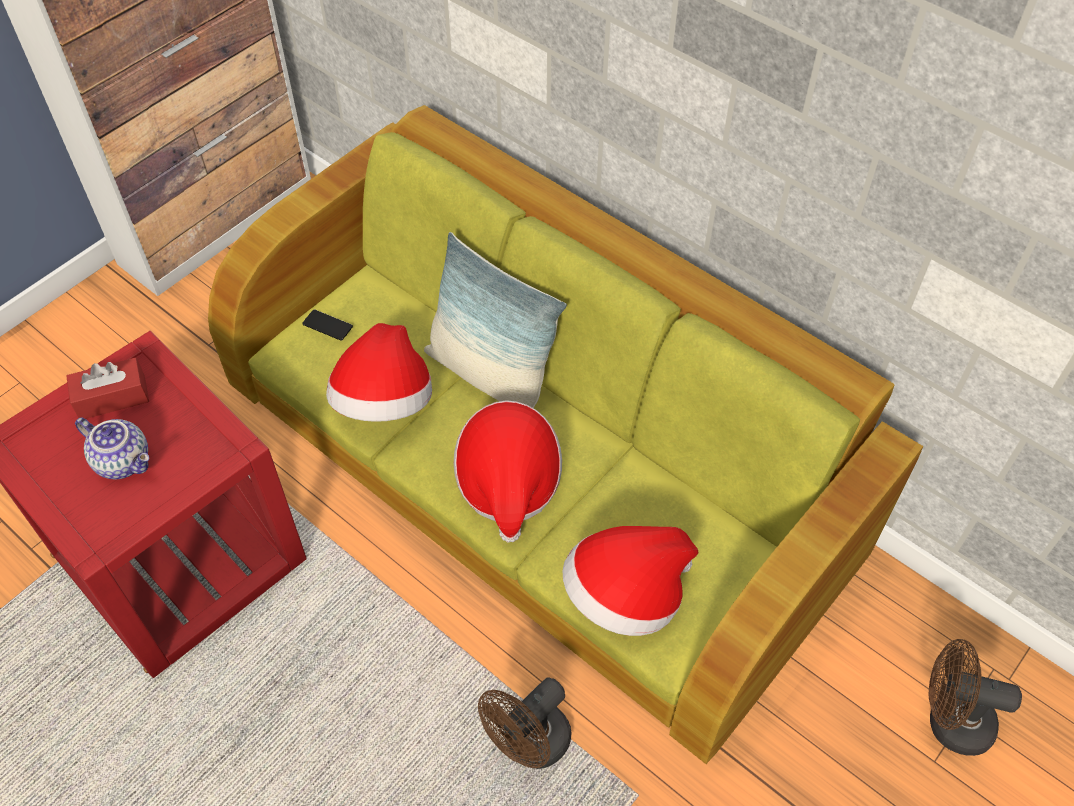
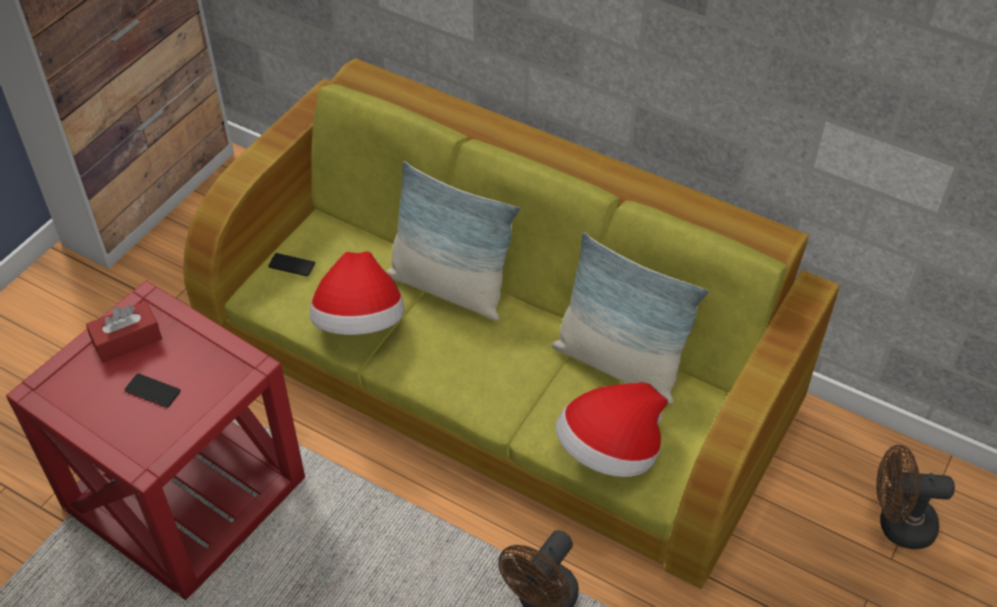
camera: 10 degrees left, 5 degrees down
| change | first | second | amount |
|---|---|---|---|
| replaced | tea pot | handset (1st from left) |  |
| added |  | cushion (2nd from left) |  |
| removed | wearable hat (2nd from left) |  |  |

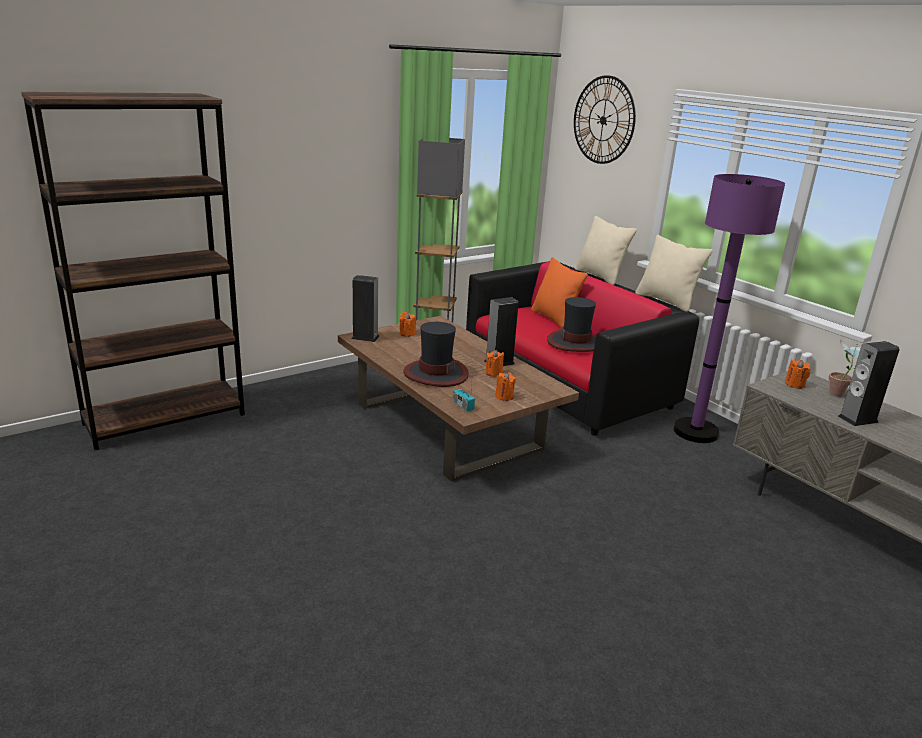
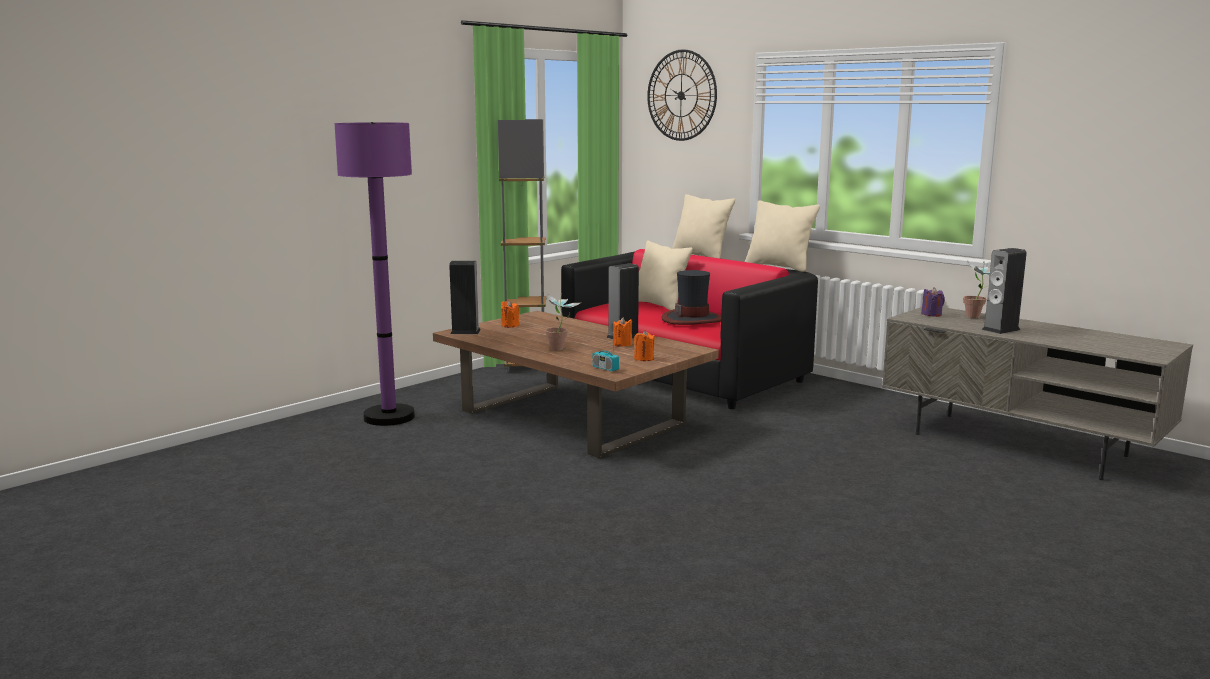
camera: 10 degrees left, 10 degrees down
| change | first | second | amount |
|---|---|---|---|
| moved | purplish floor lamp |  |  |
| replaced | wearable hat (1st from left) | houseplant (1st from left) |  |
| recoloured | orangey cushion | sand-coloured cushion (1st from left) |  |
| recoloured | orangey candle (4th from left) | purplish candle |  |
| removed | brownish shelving unit |  |  |

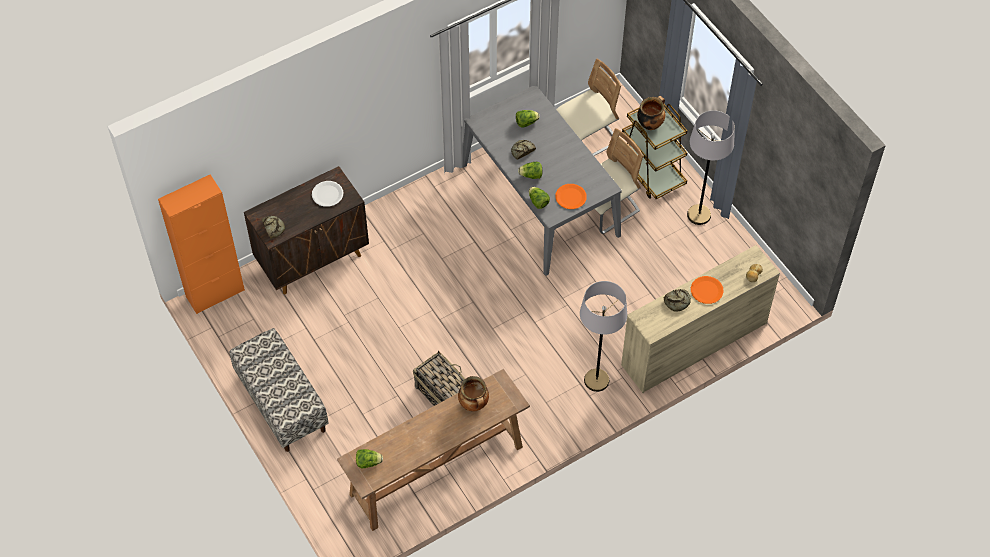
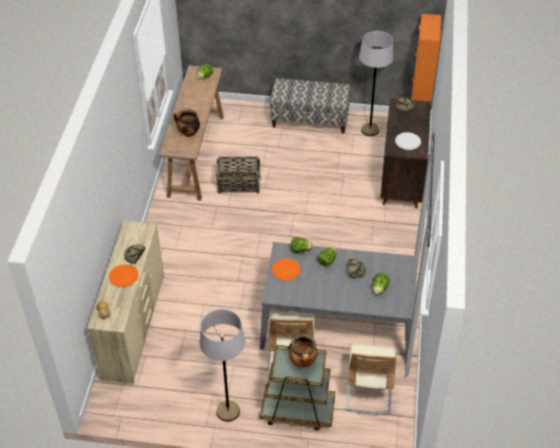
camera: 130 degrees right, 10 degrees down
| change | first | second | amount |
|---|---|---|---|
| moved | grey floor lamp (1st from left in the first image) | grey floor lamp (2nd from left) |  |

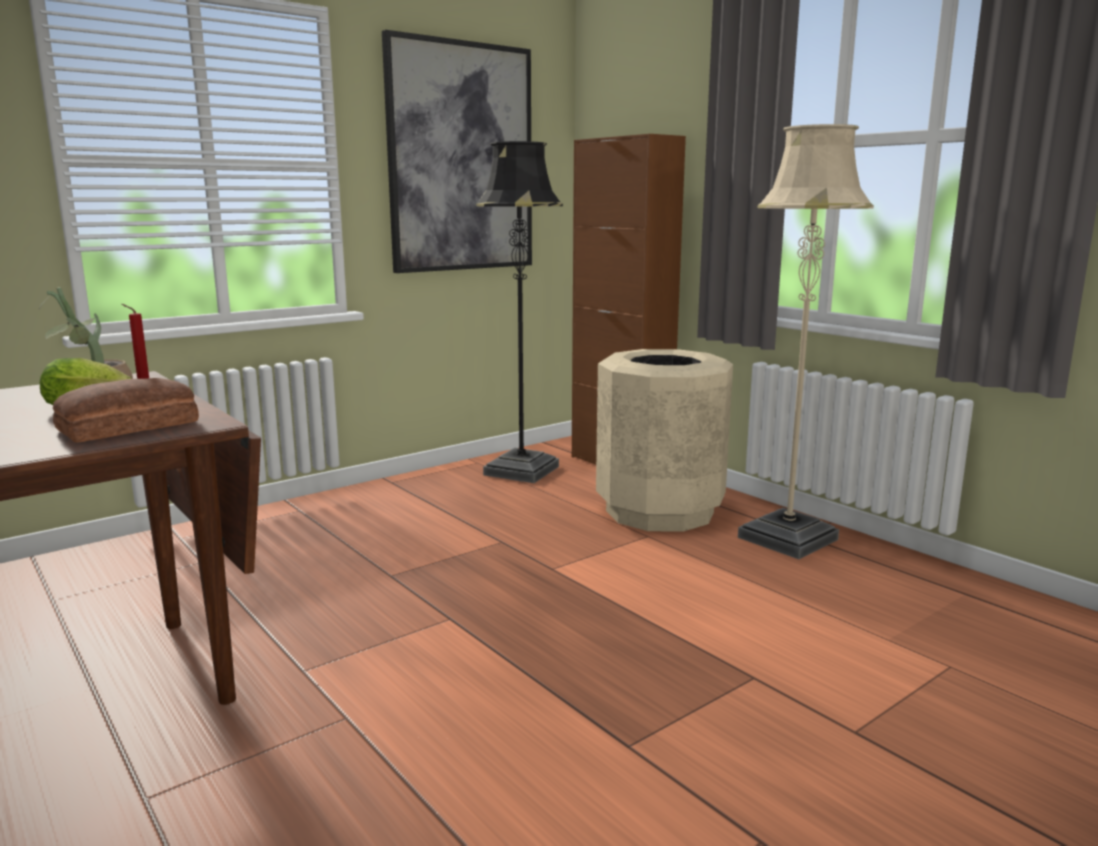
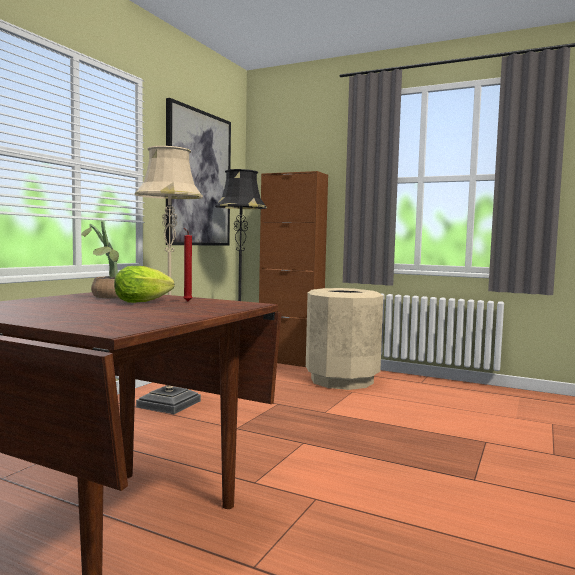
camera: 25 degrees left, 10 degrees down
| change | first | second | amount |
|---|---|---|---|
| moved | sand-coloured floor lamp |  |  |
| removed | bread |  |  |

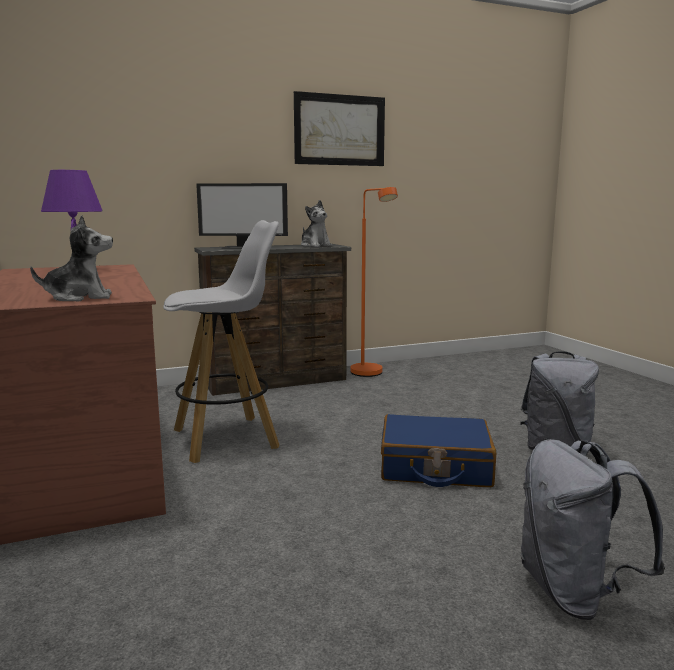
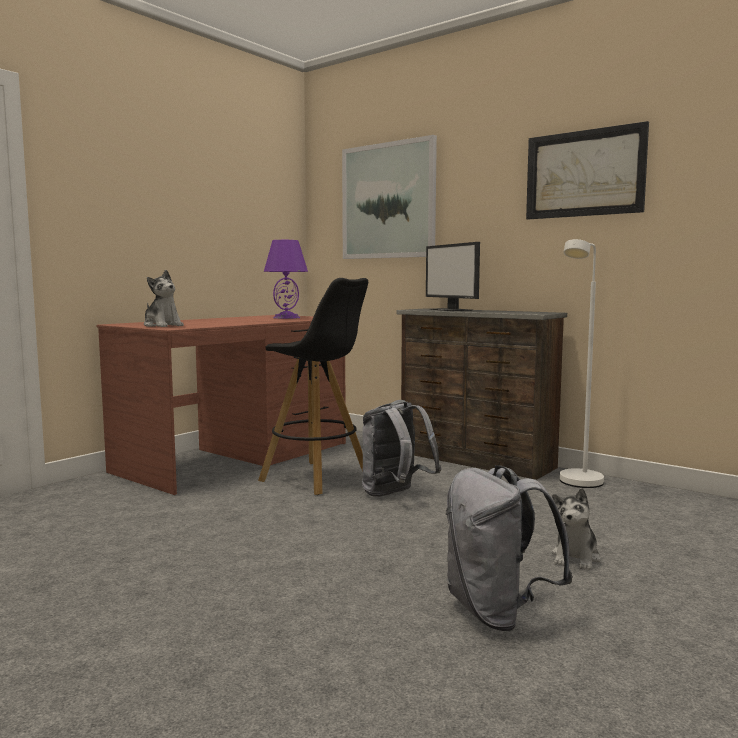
camera: 60 degrees right, 5 degrees down
| change | first | second | amount |
|---|---|---|---|
| recoloured | white sitting stool | blackish sitting stool |  |
| added |  | picture (1st from left) |  |
| moved | grey rucksack (2nd from left in the first image) | grey rucksack (1st from left) |  |
| moved | cuddly toy (2nd from left) |  |  |
| recoloured | orangey floor lamp | white floor lamp |  |
| removed | blue-coloured suitcase |  |  |

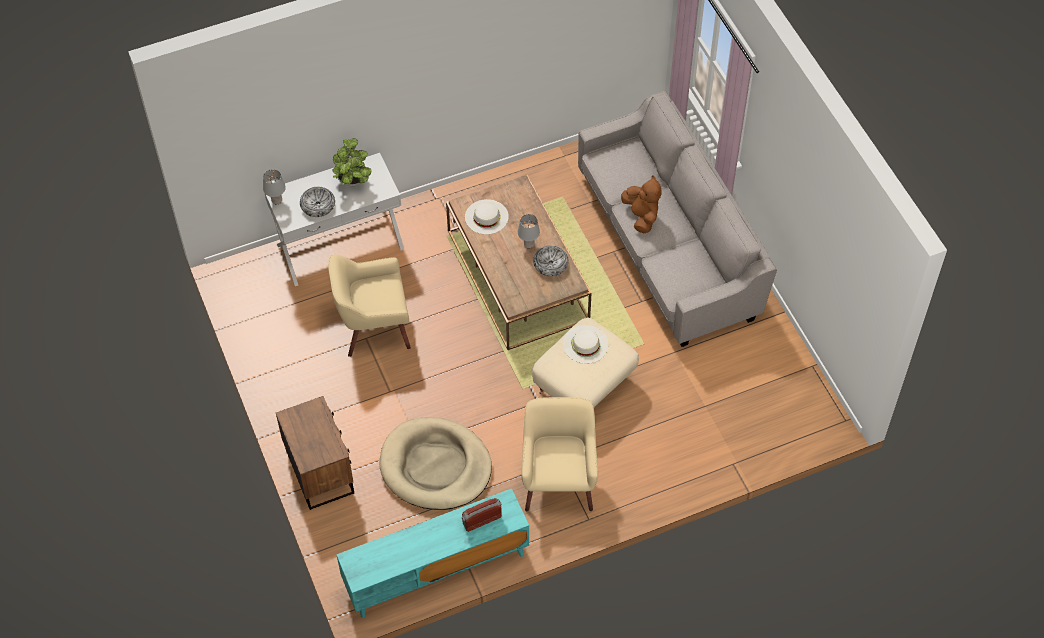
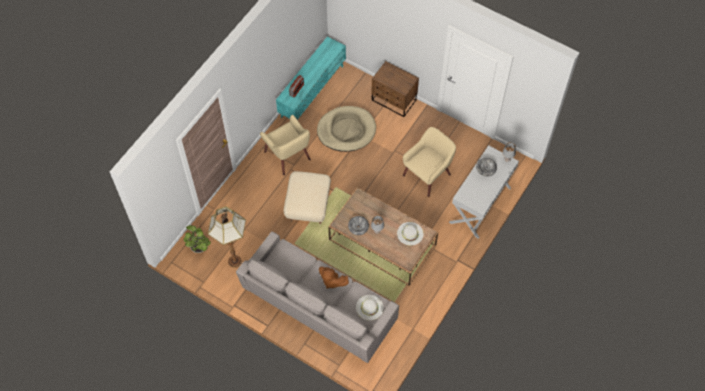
camera: 145 degrees right, 5 degrees up
| change | first | second | amount |
|---|---|---|---|
| moved | houseplant |  |  |
| added |  | floor lamp |  |
| moved | white wearable hat (2nd from left in the first image) | white wearable hat (1st from left) |  |

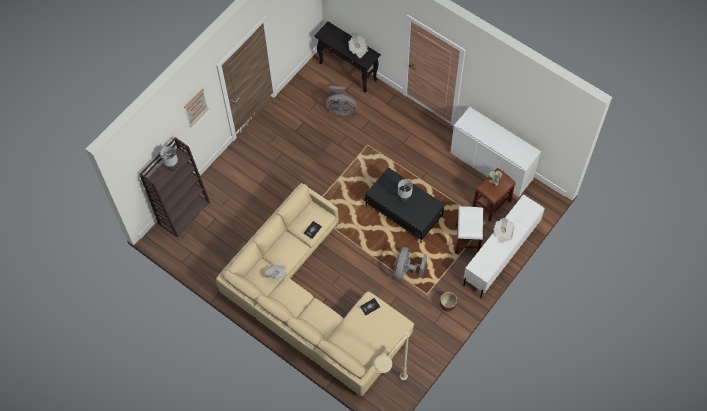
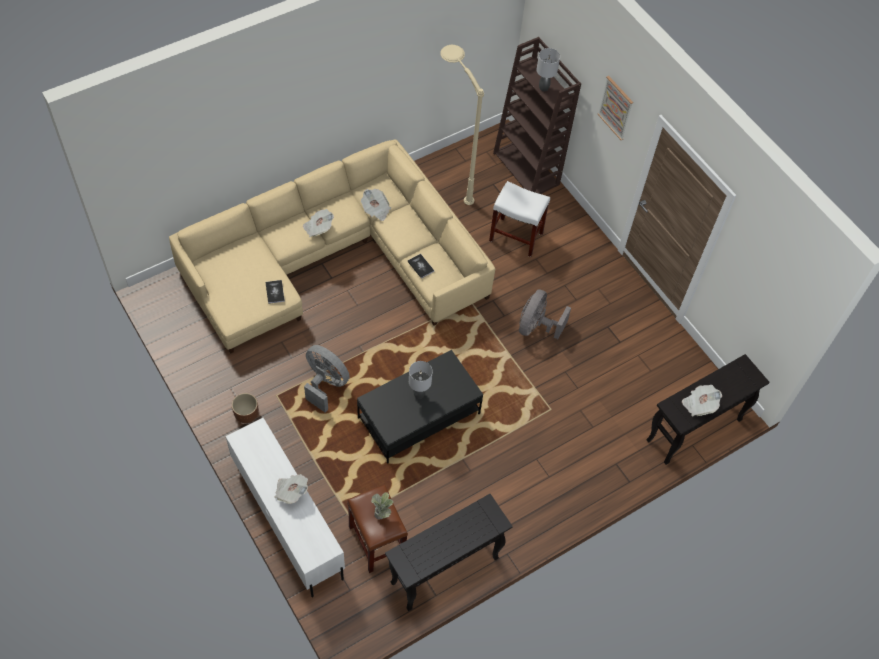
camera: 105 degrees right, 5 degrees down
| change | first | second | amount |
|---|---|---|---|
| added |  | printed paper (2nd from left) |  |
| replaced | white storage cabinet | blackish narrow table (1st from left) |  |
| moved | sand-coloured floor lamp |  |  |
| moved | white sitting stool |  |  |
| moved | grey fan (1st from left in the first image) | grey fan (2nd from left) |  |

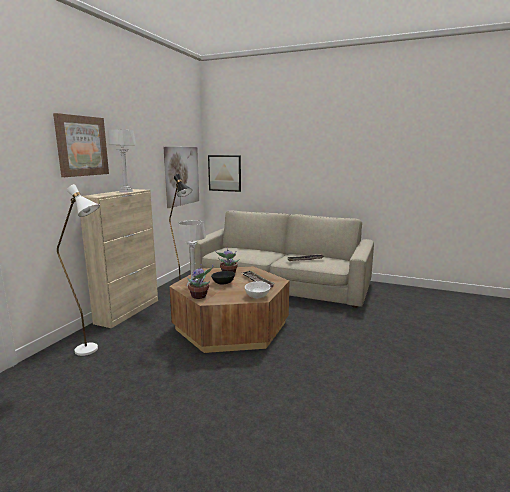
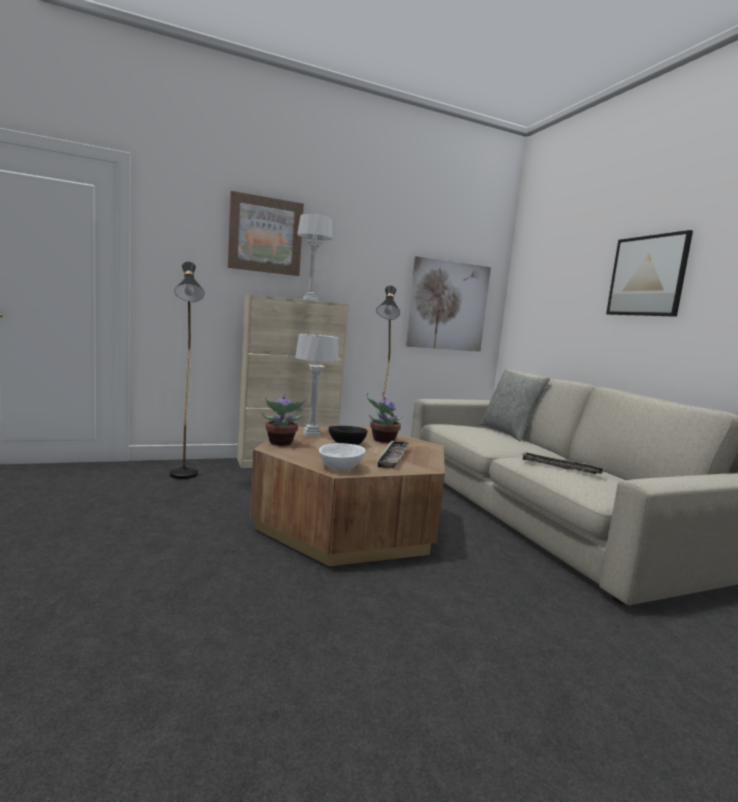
camera: 45 degrees right, 5 degrees down
| change | first | second | amount |
|---|---|---|---|
| recoloured | white floor lamp | blackish floor lamp (1st from left) |  |
| added |  | grey cushion |  |
| moved | picture (3rd from left) |  |  |

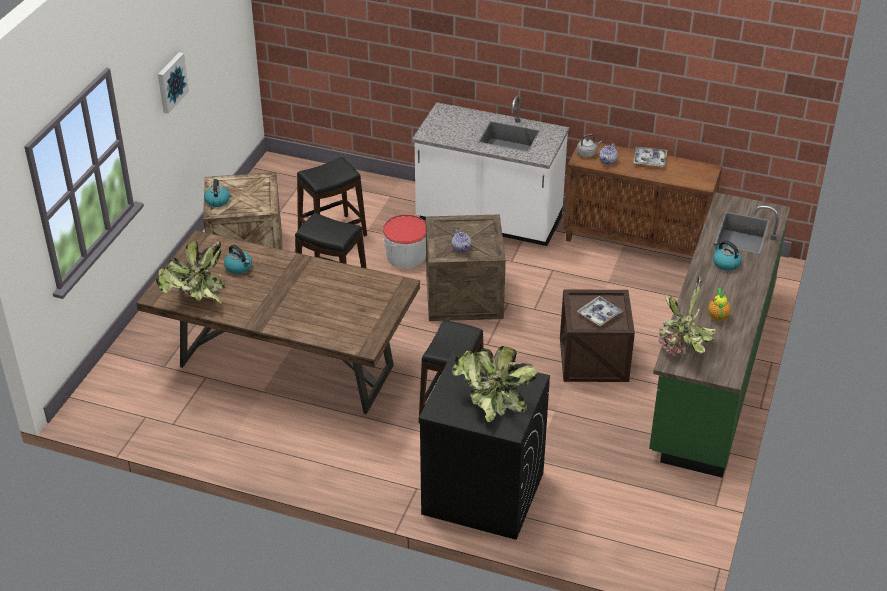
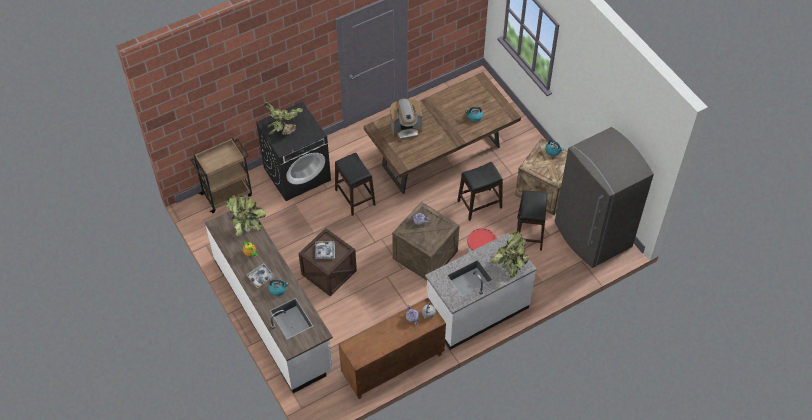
camera: 130 degrees right, 15 degrees up
| change | first | second | amount |
|---|---|---|---|
| added |  | brownish wheeled cart |  |
| recoloured | greenish counter | white counter (1st from left) |  |
| moved | carrying tray (2nd from left in the first image) | carrying tray (1st from left) |  |
| added |  | coffee maker |  |
| moved | houseplant (1st from left in the first image) | houseplant (3rd from left) |  |
| added |  | grey fridge |  |
| removed | picture |  |  |

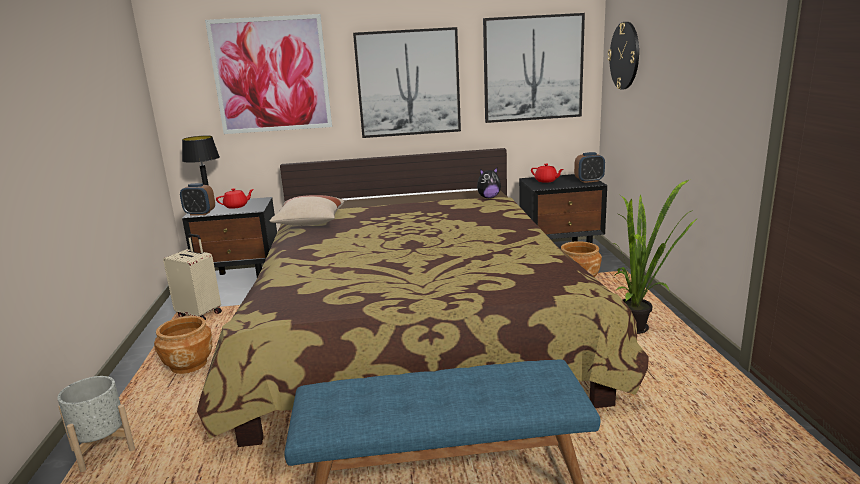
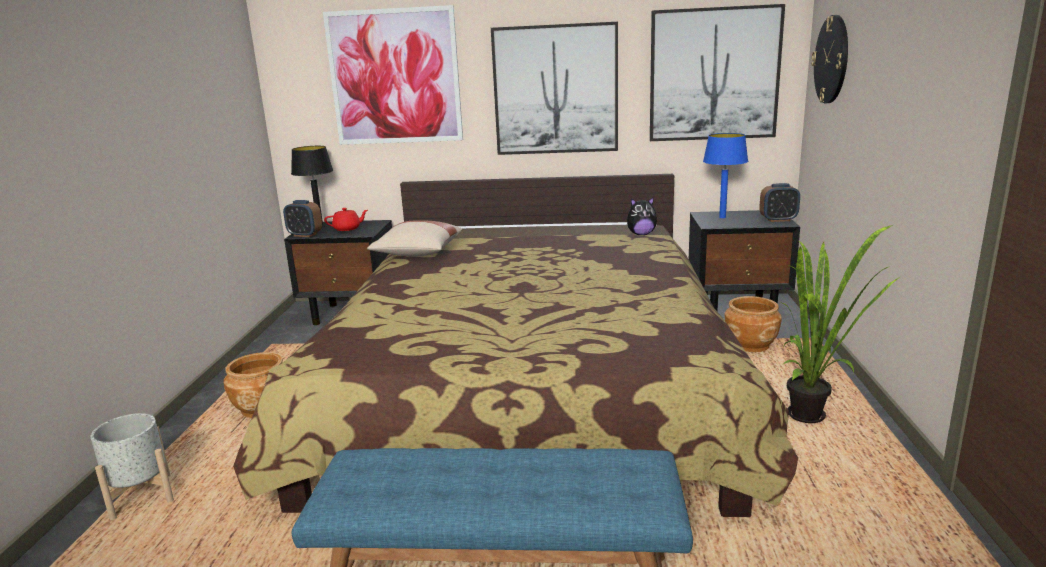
camera: 10 degrees right, 0 degrees up
| change | first | second | amount |
|---|---|---|---|
| replaced | reddish tea pot (2nd from left) | blue-coloured table lamp |  |
| removed | sand-coloured suitcase |  |  |

